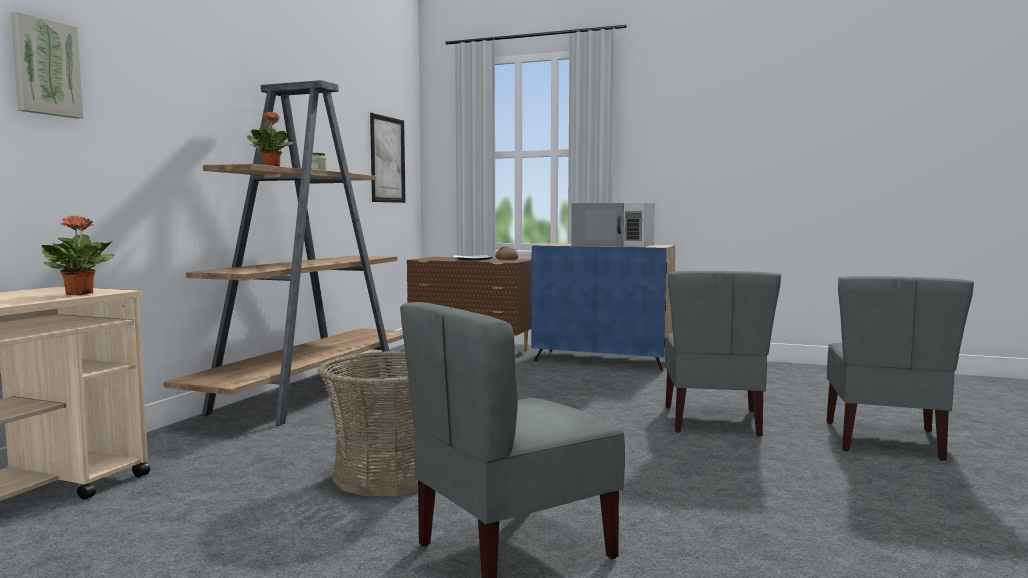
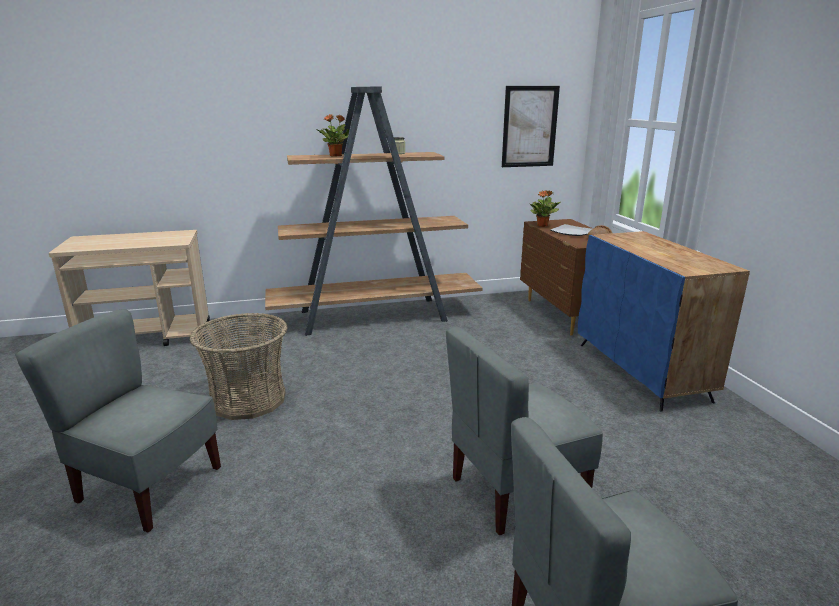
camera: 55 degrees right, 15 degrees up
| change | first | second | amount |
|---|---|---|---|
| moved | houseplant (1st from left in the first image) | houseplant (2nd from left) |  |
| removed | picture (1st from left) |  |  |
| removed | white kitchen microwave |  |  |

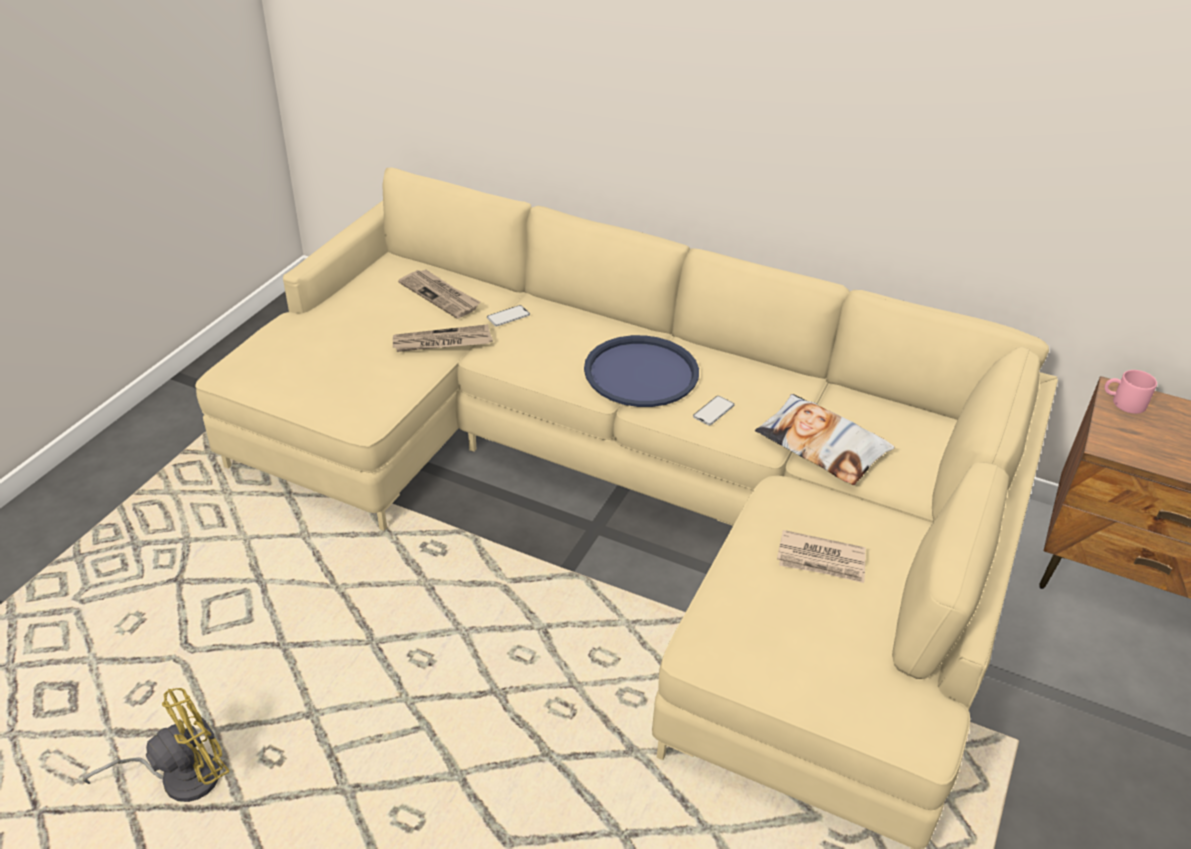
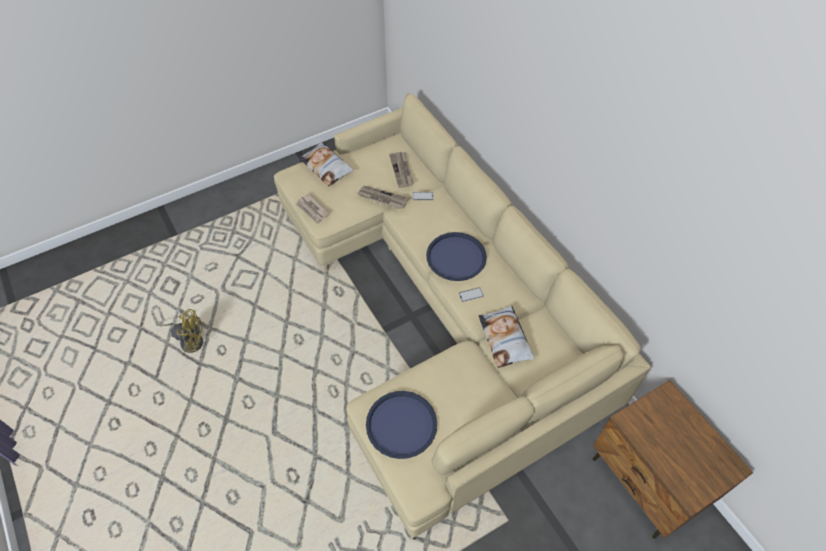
camera: 35 degrees right, 15 degrees up
| change | first | second | amount |
|---|---|---|---|
| moved | printed paper (3rd from left in the first image) | printed paper (1st from left) |  |
| added |  | cushion (1st from left) |  |
| added |  | blue-coloured carrying tray (1st from left) |  |
| removed | pink coffee mug |  |  |

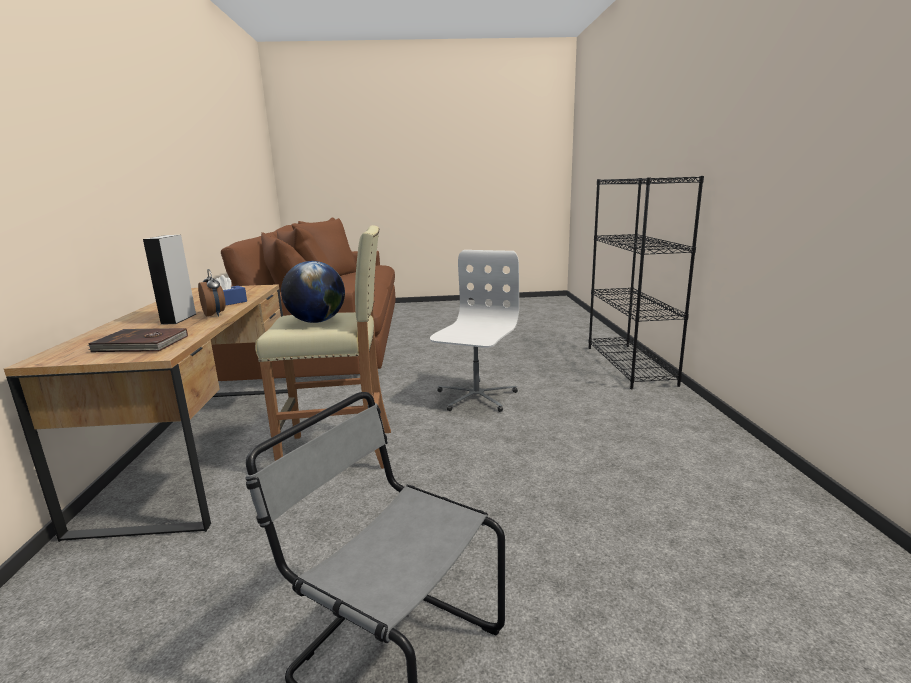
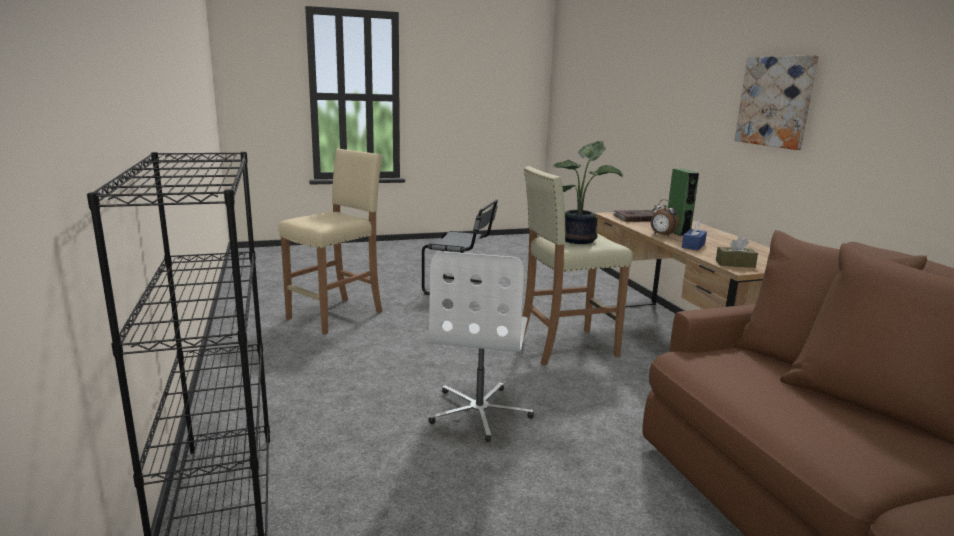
camera: 165 degrees right, 0 degrees up
| change | first | second | amount |
|---|---|---|---|
| added |  | sand-coloured sitting stool (1st from left) |  |
| replaced | world globe | houseplant |  |
| recoloured | grey loudspeaker | greenish loudspeaker |  |
| added |  | brownish box of tissues |  |
| added |  | picture |  |

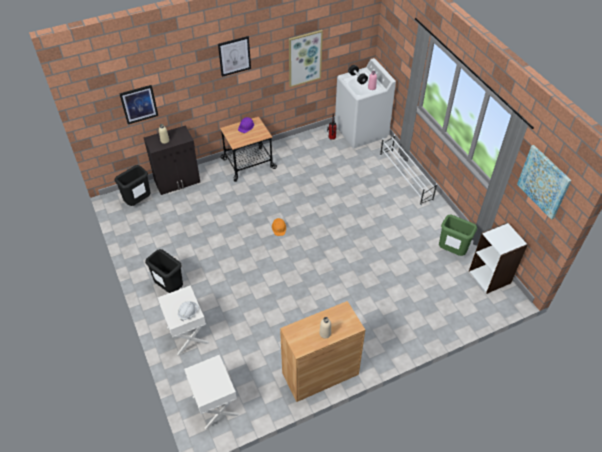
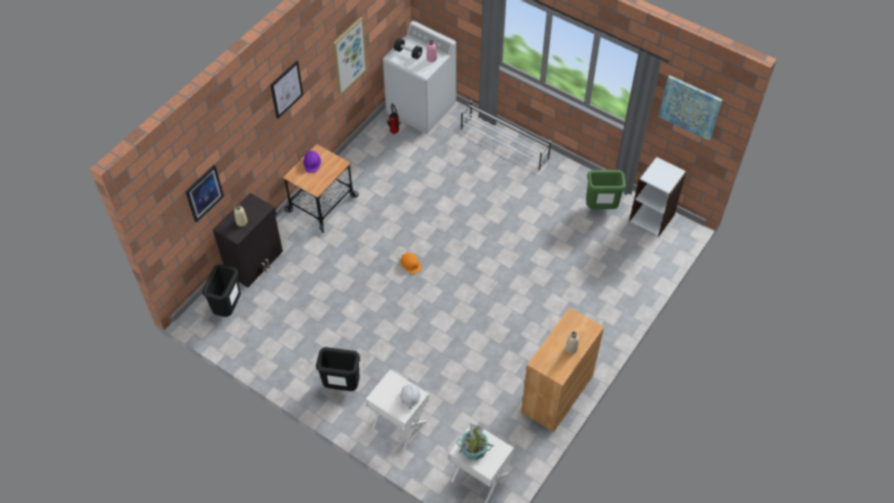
camera: 30 degrees left, 5 degrees up
| change | first | second | amount |
|---|---|---|---|
| added |  | houseplant |  |

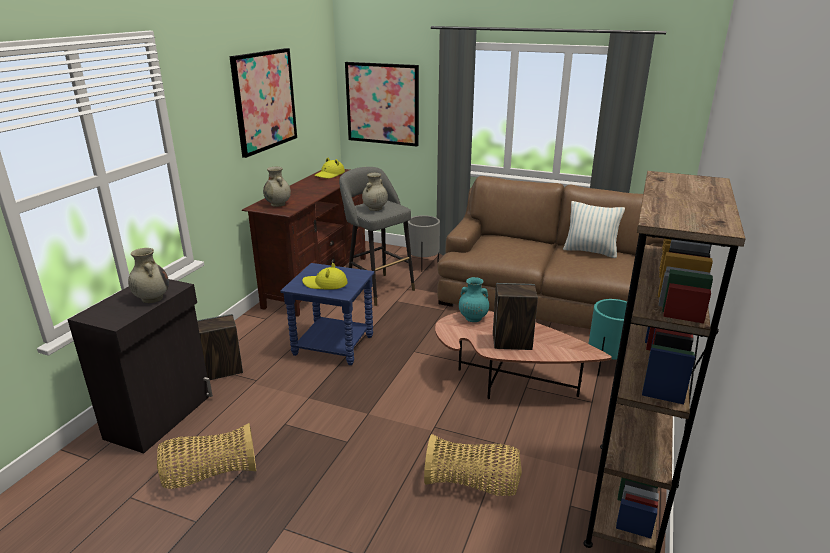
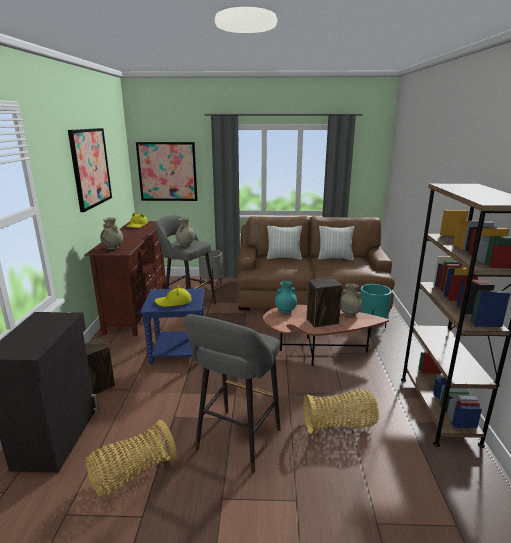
camera: 20 degrees left, 5 degrees down
| change | first | second | amount |
|---|---|---|---|
| added |  | grey sitting stool (2nd from left) |  |
| added |  | cushion (1st from left) |  |
| moved | sand-coloured decorative vase (1st from left in the first image) | sand-coloured decorative vase (3rd from left) |  |

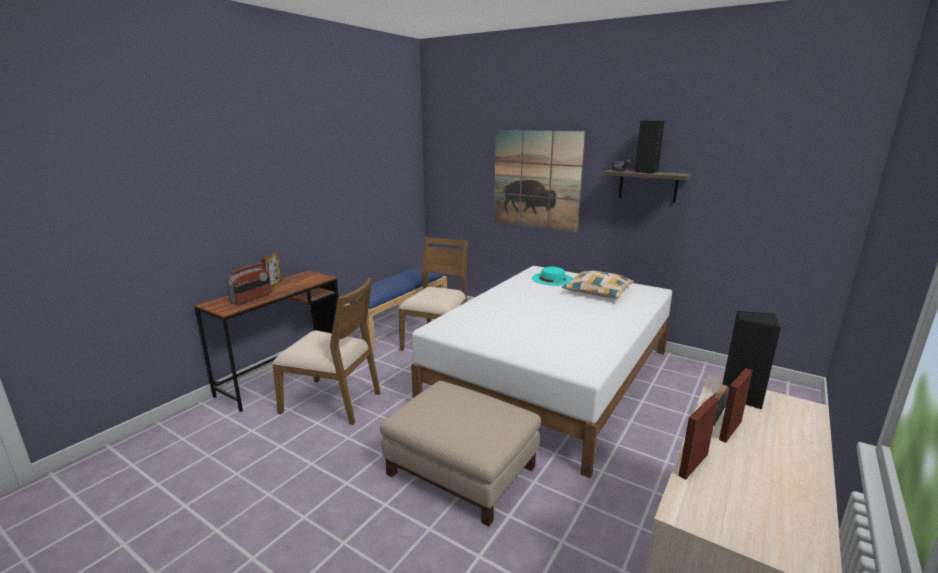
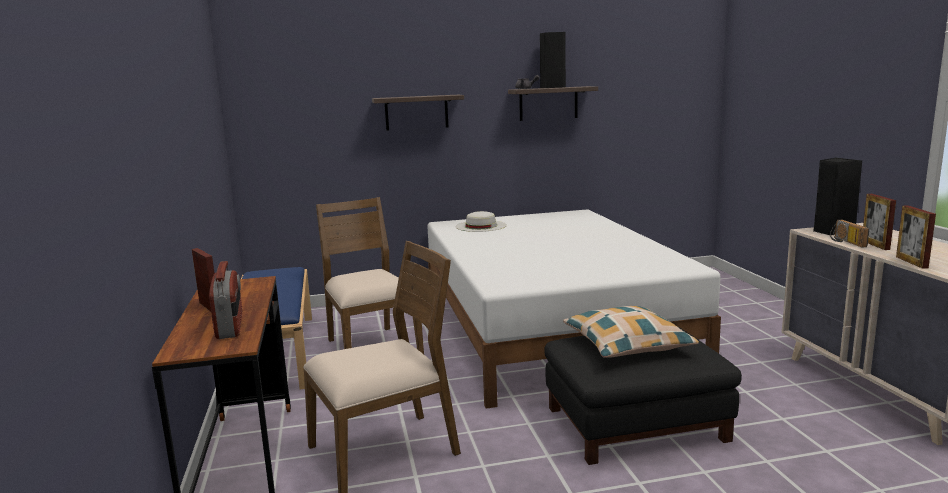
camera: 45 degrees left, 5 degrees down
| change | first | second | amount |
|---|---|---|---|
| replaced | picture | wall shelf (1st from left) |  |
| recoloured | turquoise-coloured wearable hat | white wearable hat |  |
| recoloured | sand-coloured footrest | blackish footrest |  |
| moved | cushion |  |  |

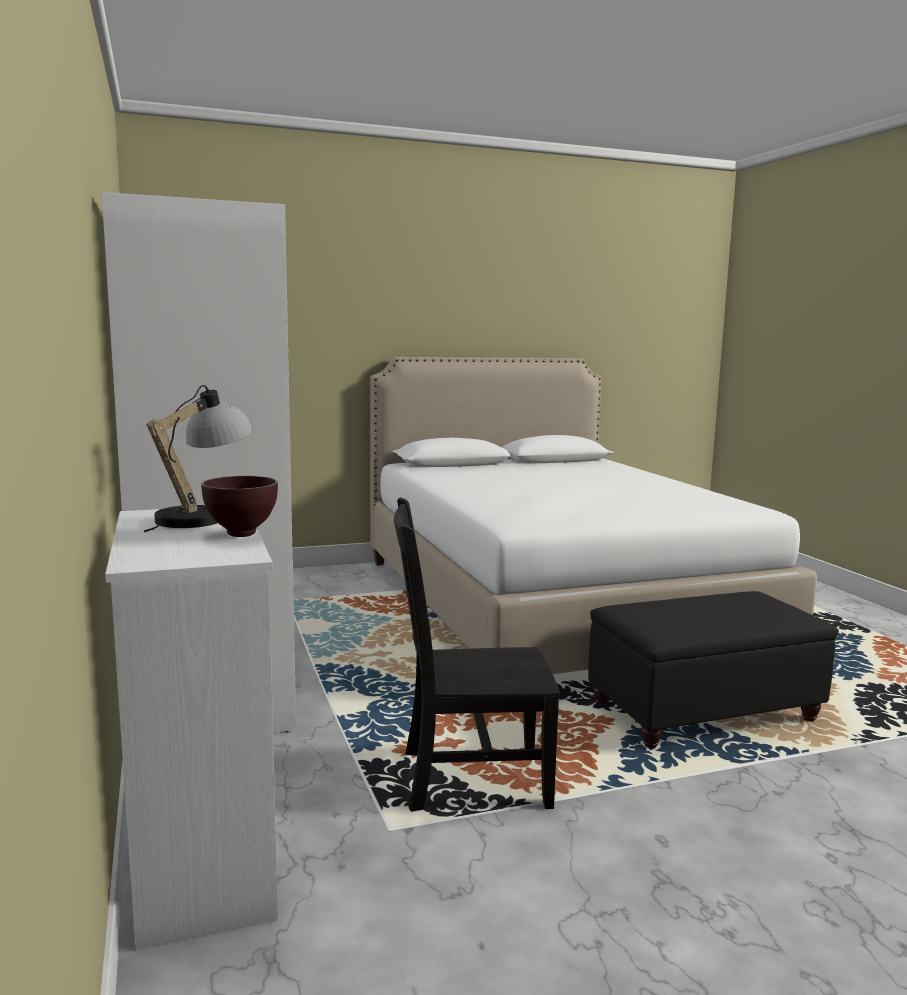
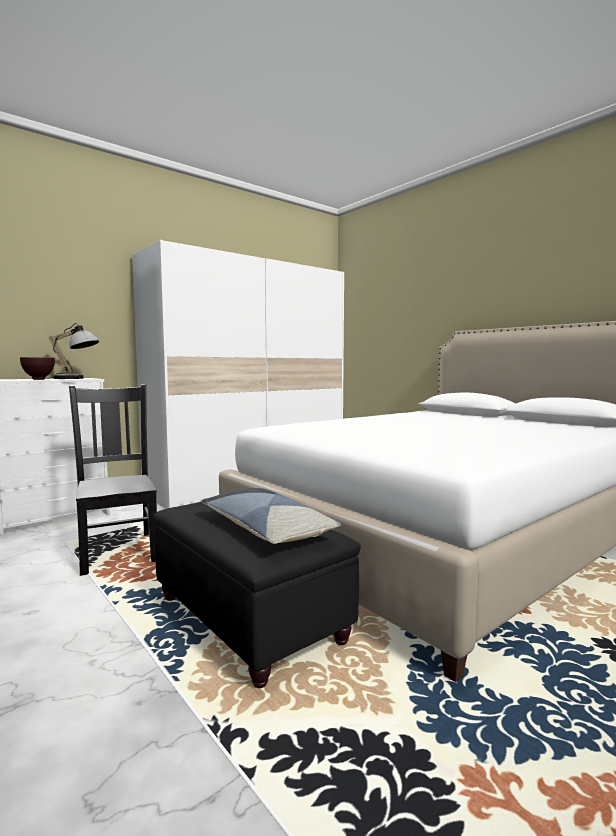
camera: 70 degrees right, 5 degrees down
| change | first | second | amount |
|---|---|---|---|
| added |  | cushion |  |

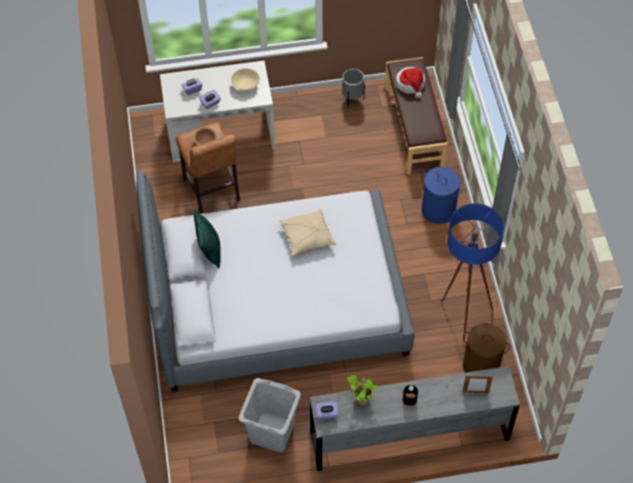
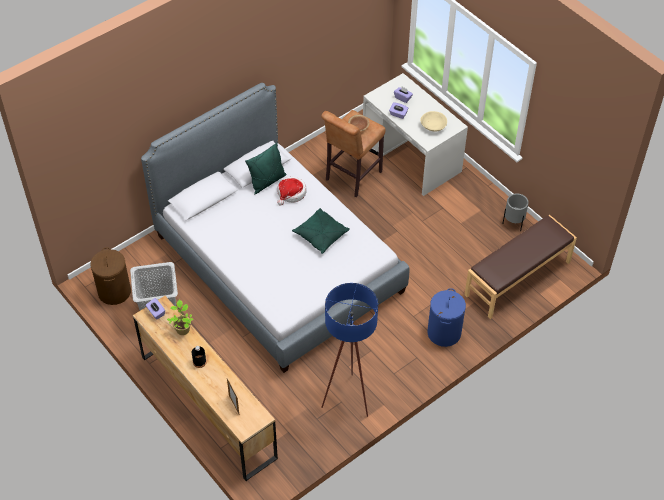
camera: 60 degrees right, 5 degrees down
| change | first | second | amount |
|---|---|---|---|
| moved | brownish hamper |  |  |
| recoloured | grey dresser | brownish dresser |  |
| moved | wearable hat |  |  |
| recoloured | sand-coloured cushion | greenish cushion (2nd from left) |  |

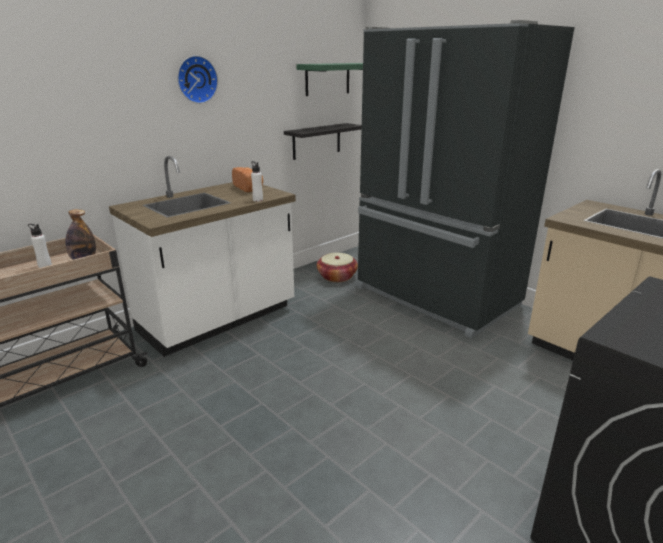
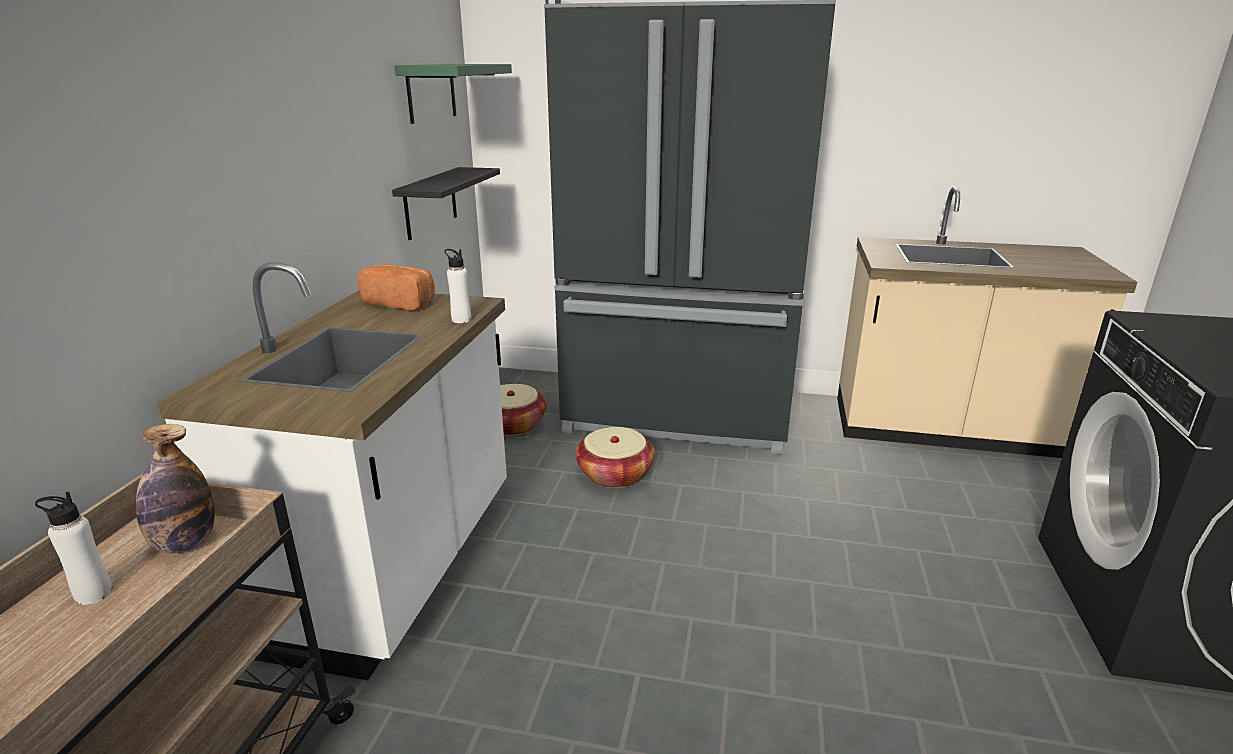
camera: 35 degrees left, 0 degrees up
| change | first | second | amount |
|---|---|---|---|
| added |  | basket (2nd from left) |  |
| removed | clock on the wall |  |  |

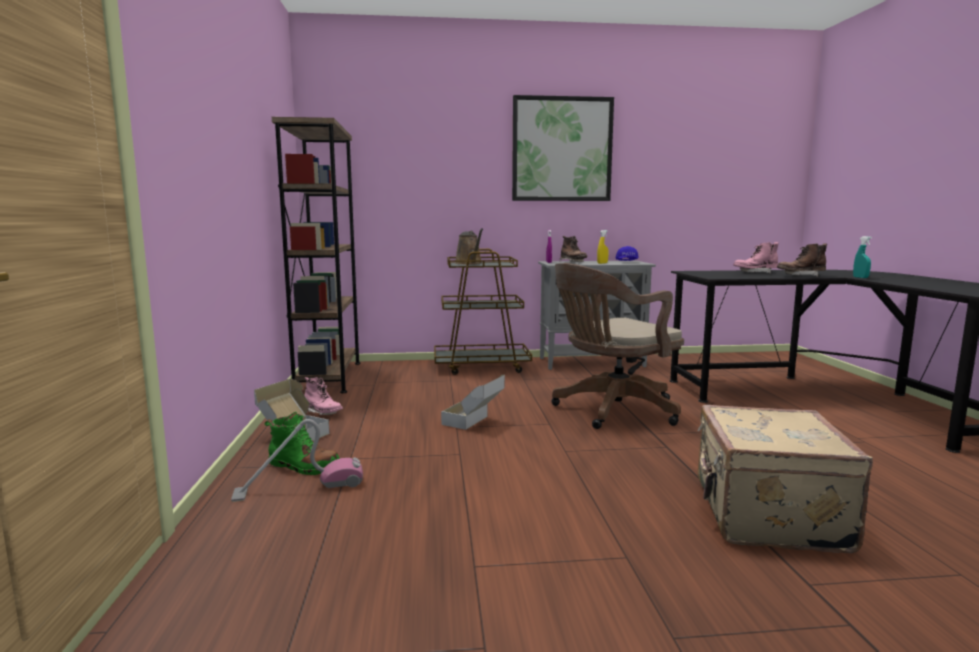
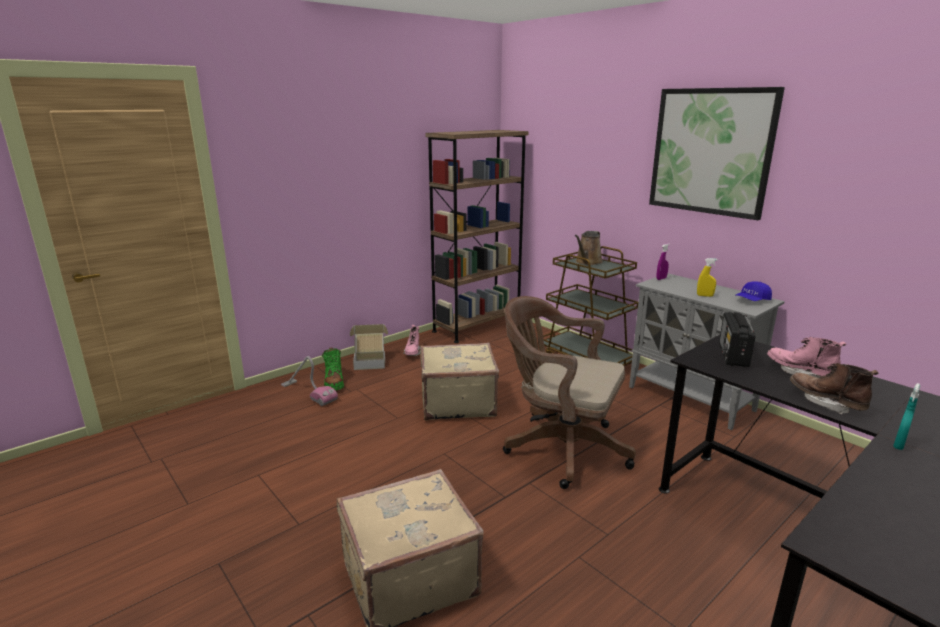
camera: 55 degrees right, 10 degrees up
| change | first | second | amount |
|---|---|---|---|
| replaced | cardboard box (2nd from left) | sand-coloured suitcase (2nd from left) |  |
| added |  | radio set |  |
| removed | brownish high-top boot (1st from left) |  |  |

